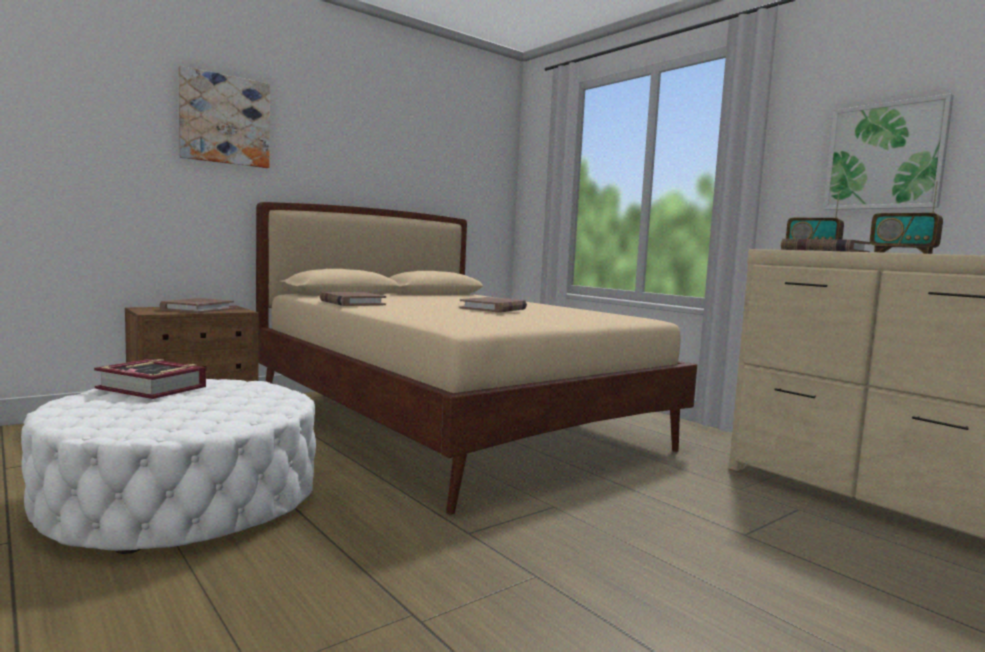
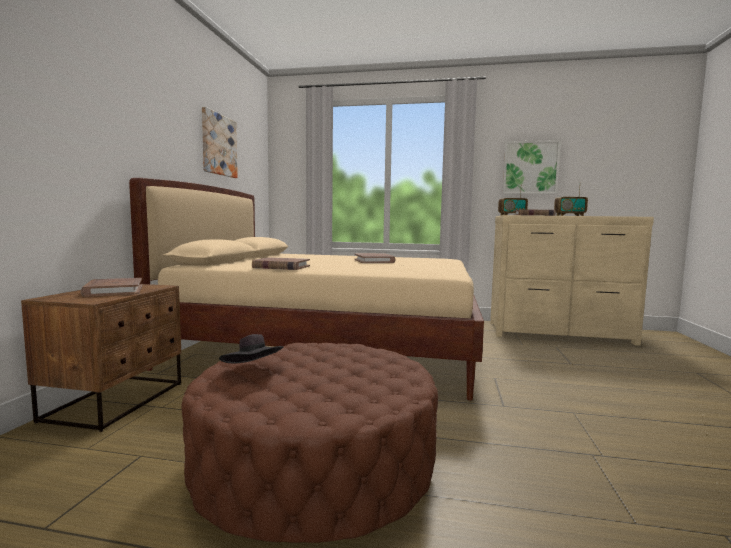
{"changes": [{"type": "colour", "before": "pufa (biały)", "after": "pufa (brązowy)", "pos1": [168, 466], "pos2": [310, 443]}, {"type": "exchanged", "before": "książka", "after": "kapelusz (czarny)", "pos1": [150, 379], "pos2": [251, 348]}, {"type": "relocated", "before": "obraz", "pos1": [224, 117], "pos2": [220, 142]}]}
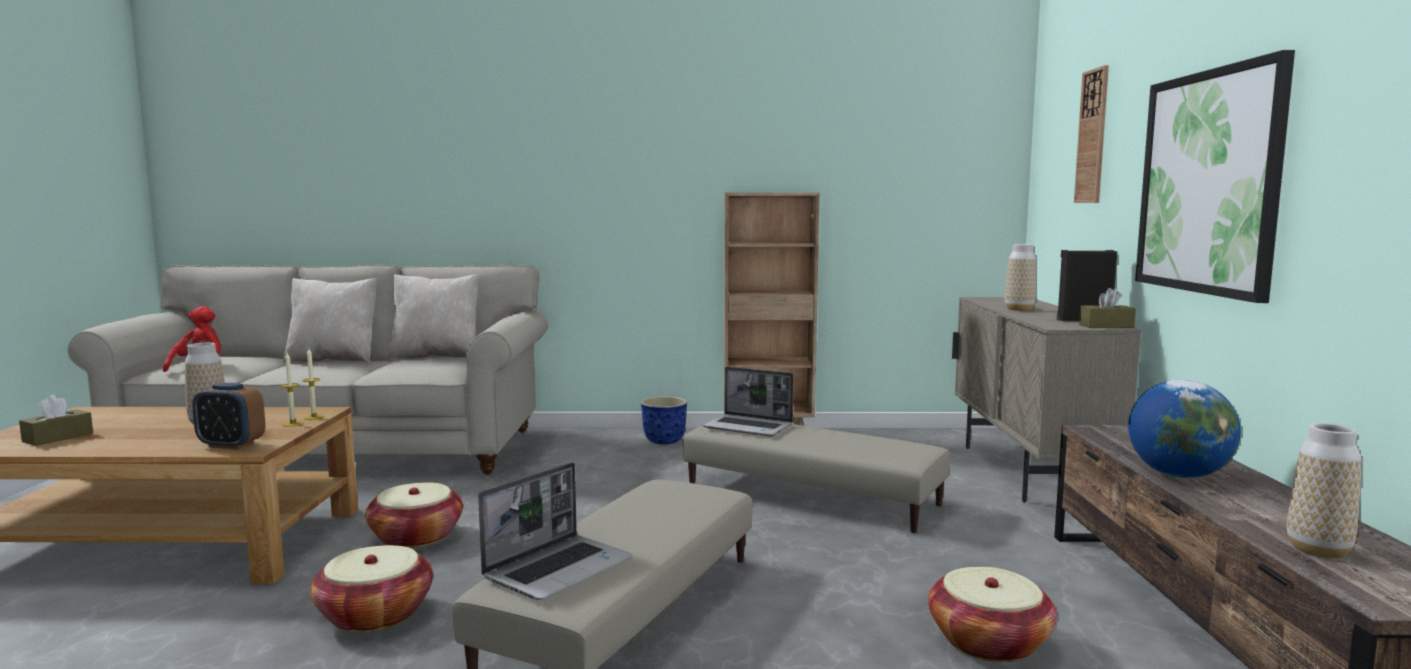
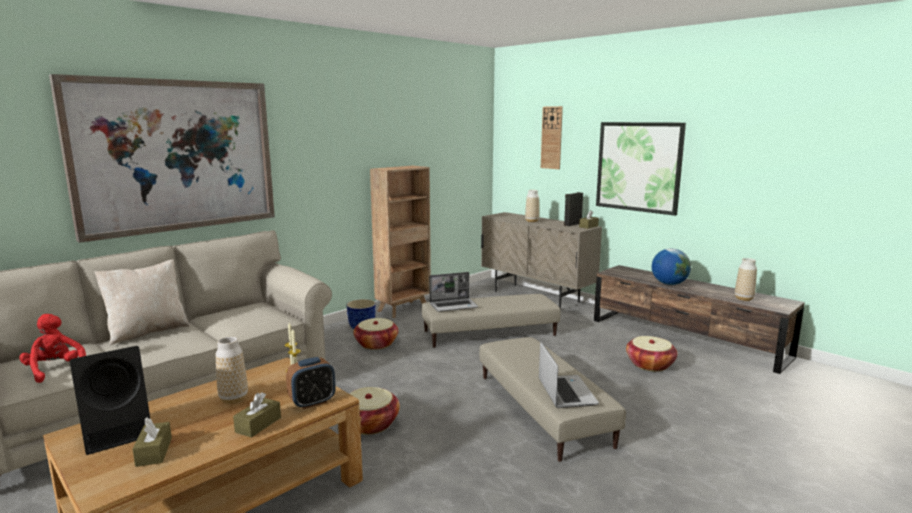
{"changes": [{"type": "relocated", "before": "koszyk", "pos1": [371, 589], "pos2": [375, 334]}, {"type": "missing", "before": "poduszka (beżowy)", "pos1": [433, 316]}, {"type": "appeared", "after": "obraz", "pos2": [162, 158]}, {"type": "appeared", "after": "głośnik (czarny)", "pos2": [110, 400]}, {"type": "appeared", "after": "pudełko chusteczek (brązowy)", "pos2": [257, 415]}]}
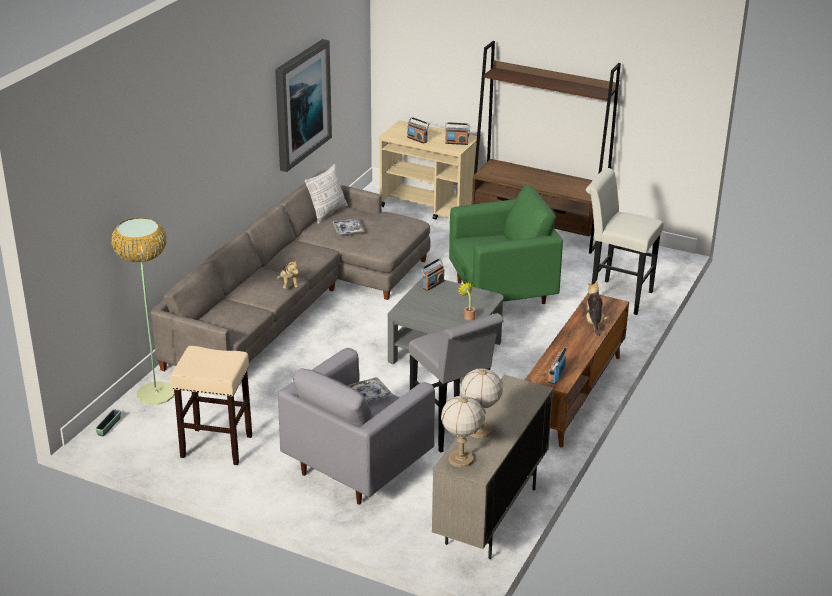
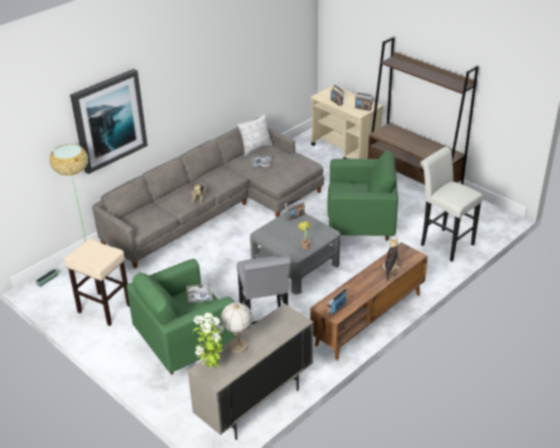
{"changes": [{"type": "relocated", "before": "obraz", "pos1": [303, 105], "pos2": [109, 121]}, {"type": "colour", "before": "fotel (szary)", "after": "fotel (zielony)", "pos1": [356, 426], "pos2": [181, 316]}, {"type": "exchanged", "before": "lampa stołowa", "after": "roślina doniczkowa", "pos1": [463, 431], "pos2": [209, 340]}]}
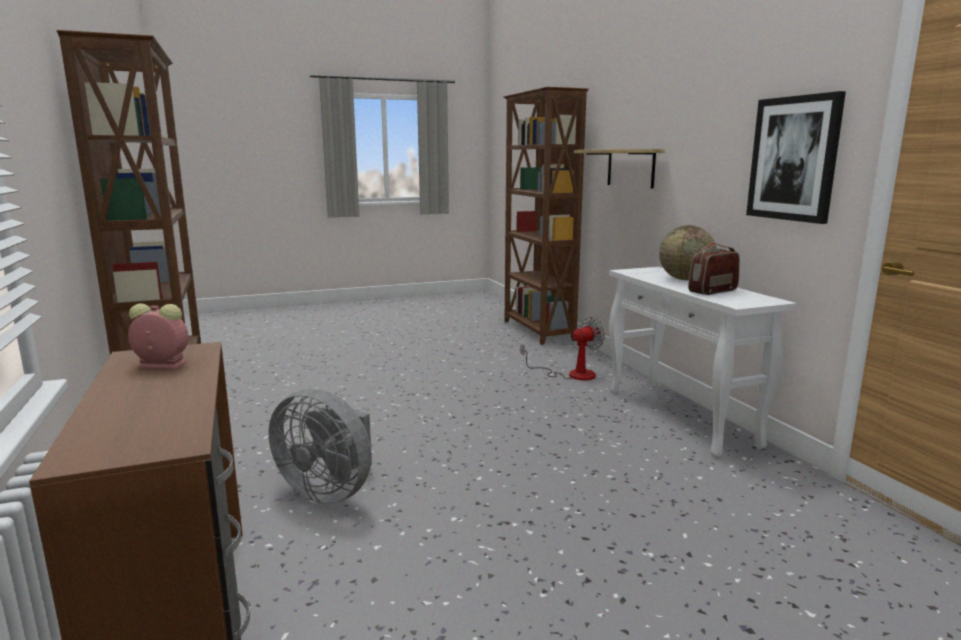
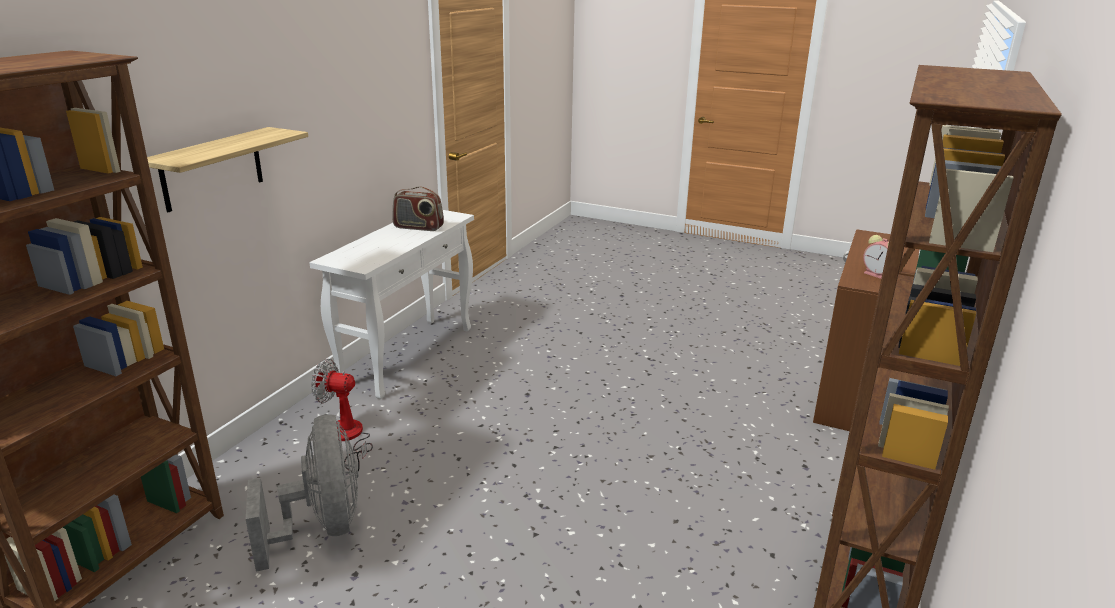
{"changes": [{"type": "relocated", "before": "wentylator (szary)", "pos1": [320, 446], "pos2": [302, 493]}, {"type": "missing", "before": "globus", "pos1": [687, 252]}, {"type": "missing", "before": "obraz", "pos1": [796, 157]}]}
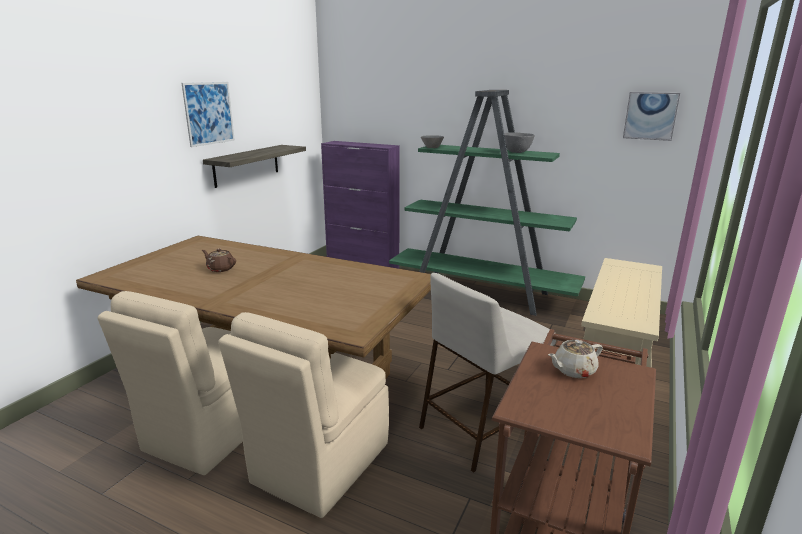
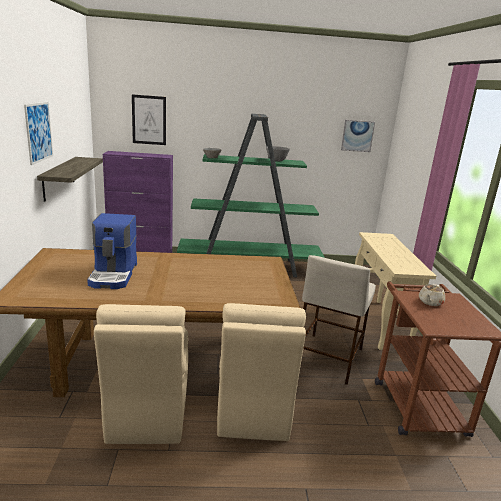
{"changes": [{"type": "exchanged", "before": "imbryk (brązowy)", "after": "ekspres do kawy", "pos1": [219, 260], "pos2": [112, 251]}, {"type": "appeared", "after": "obraz", "pos2": [149, 120]}]}
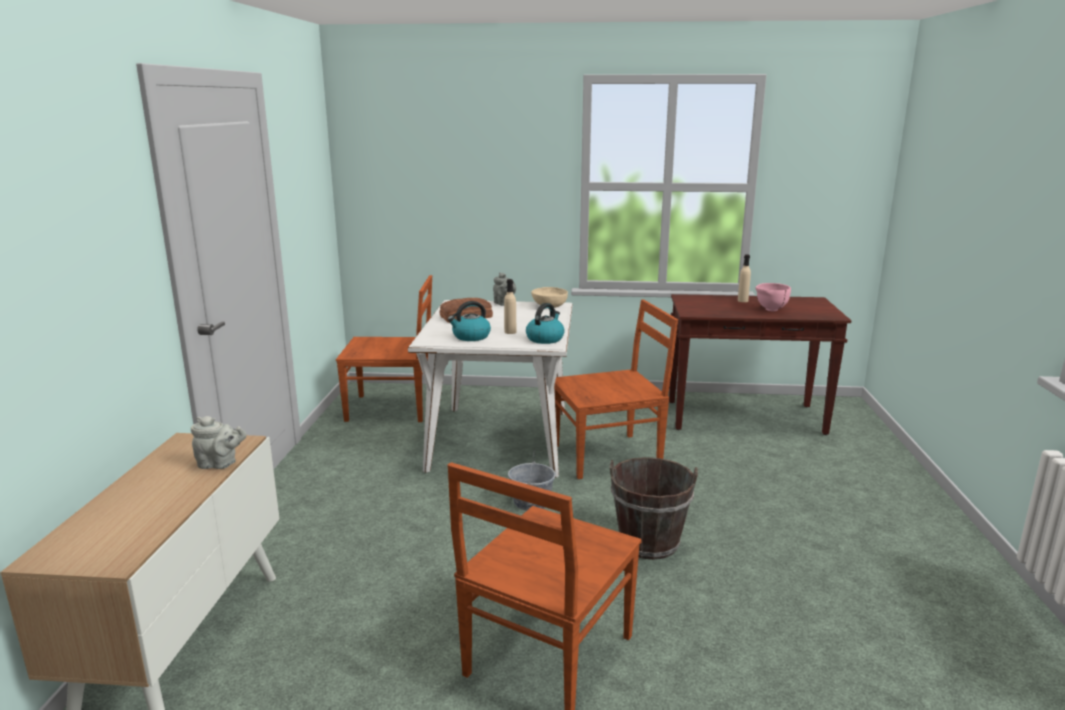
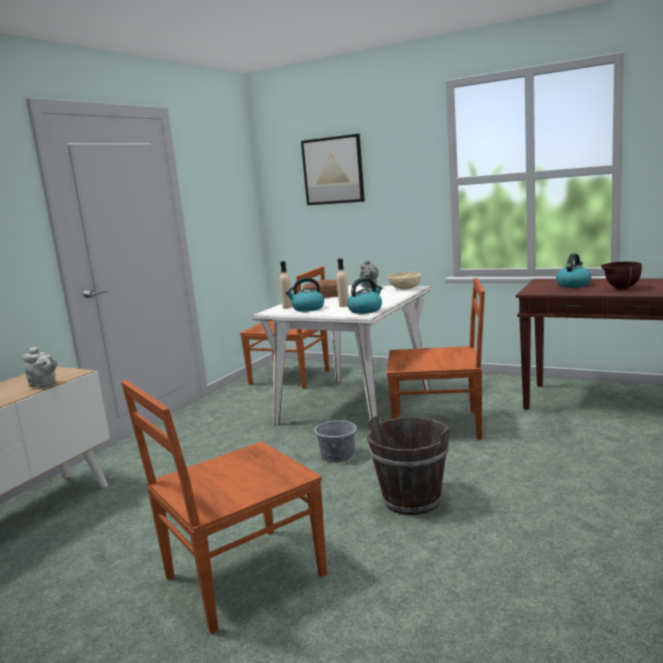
{"changes": [{"type": "relocated", "before": "butelka (beżowy)", "pos1": [744, 278], "pos2": [286, 285]}, {"type": "colour", "before": "miska (różowy)", "after": "miska (brązowy)", "pos1": [773, 297], "pos2": [621, 276]}, {"type": "appeared", "after": "obraz", "pos2": [333, 169]}, {"type": "appeared", "after": "czajnik", "pos2": [574, 270]}]}
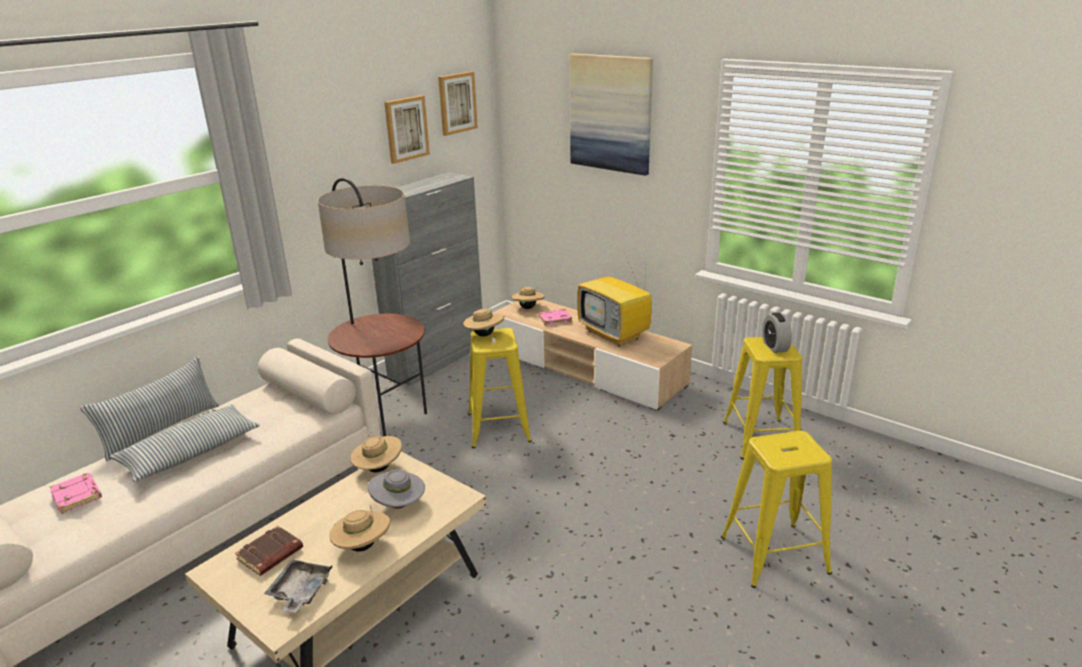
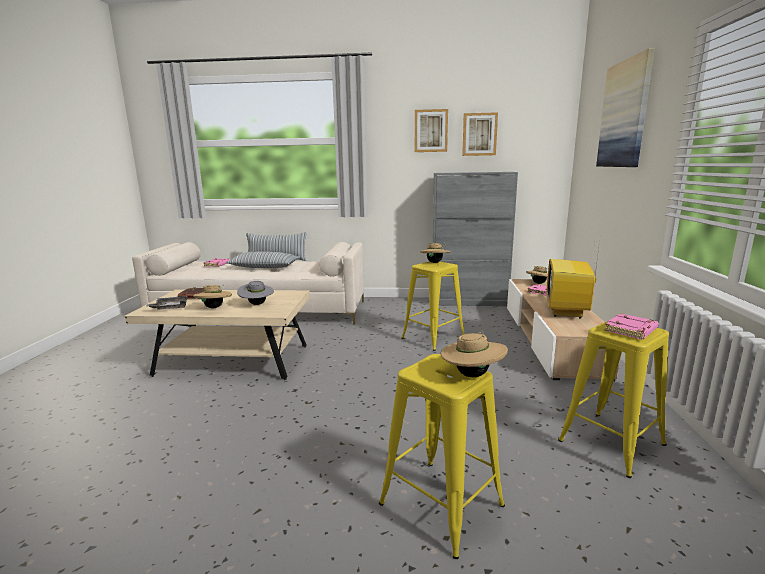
{"changes": [{"type": "missing", "before": "lampa stojąca", "pos1": [372, 307]}, {"type": "relocated", "before": "kapelusz (beżowy)", "pos1": [376, 452], "pos2": [474, 353]}, {"type": "relocated", "before": "obraz", "pos1": [458, 104], "pos2": [431, 130]}, {"type": "exchanged", "before": "budzik", "after": "książka (różowy)", "pos1": [777, 333], "pos2": [631, 326]}]}
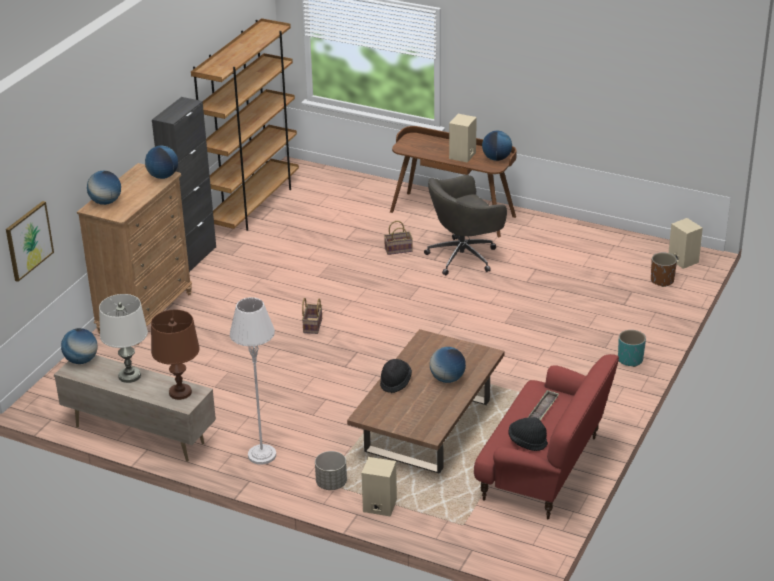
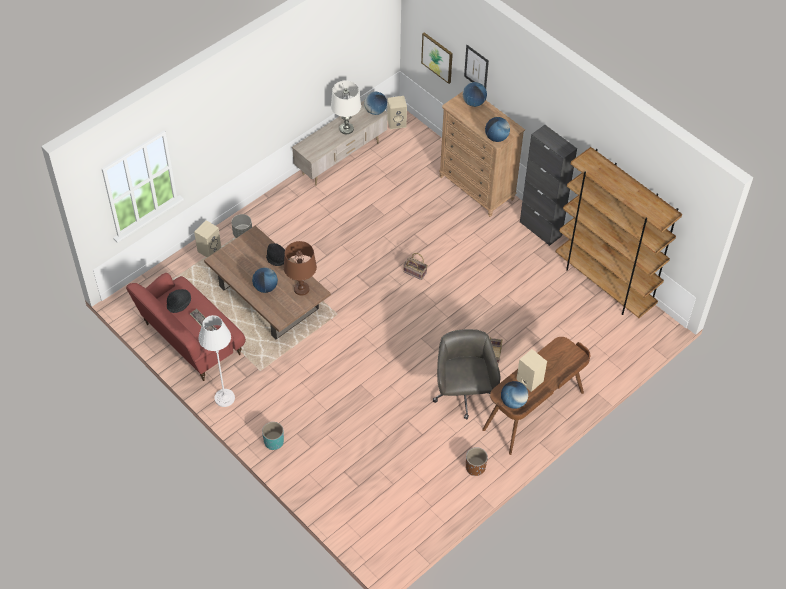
{"changes": [{"type": "relocated", "before": "lampa stołowa (brązowy)", "pos1": [175, 355], "pos2": [300, 268]}, {"type": "relocated", "before": "lampa stojąca (biały)", "pos1": [253, 381], "pos2": [216, 361]}, {"type": "relocated", "before": "donica (brązowy)", "pos1": [664, 270], "pos2": [477, 461]}, {"type": "relocated", "before": "głośnik (beżowy)", "pos1": [686, 243], "pos2": [397, 112]}, {"type": "appeared", "after": "obraz", "pos2": [476, 66]}]}
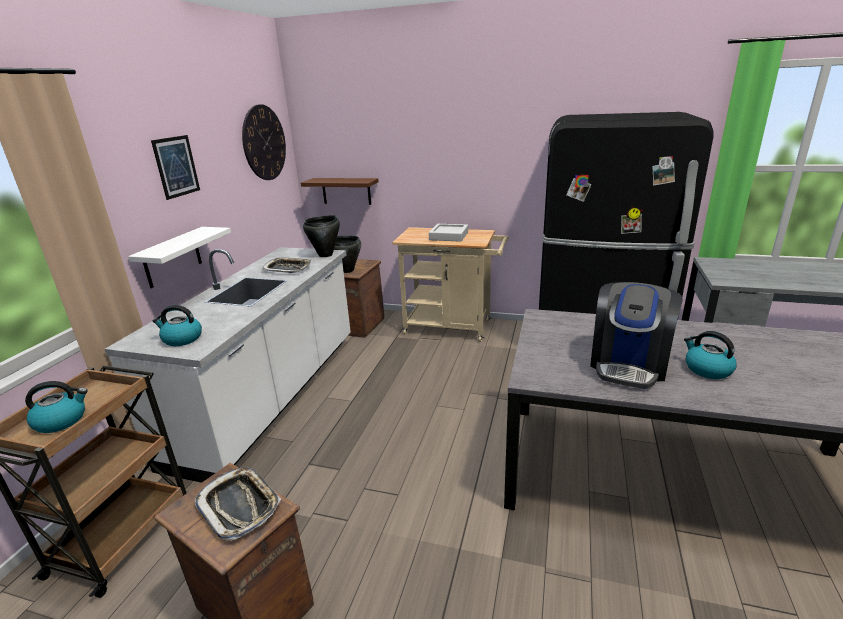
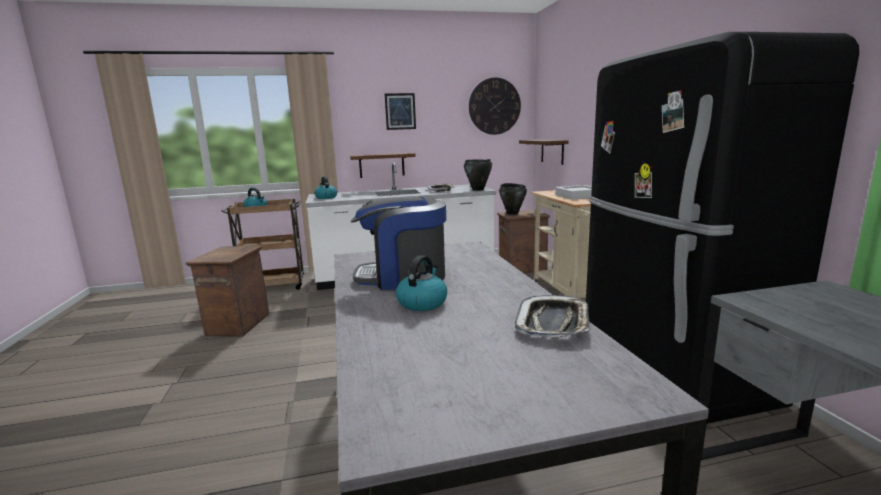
{"changes": [{"type": "colour", "before": "półka (biały)", "after": "półka (brązowy)", "pos1": [179, 257], "pos2": [383, 165]}, {"type": "relocated", "before": "taca", "pos1": [237, 504], "pos2": [552, 316]}]}
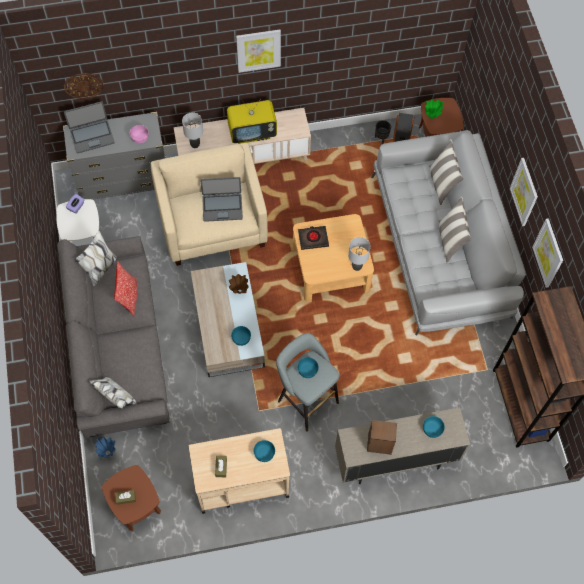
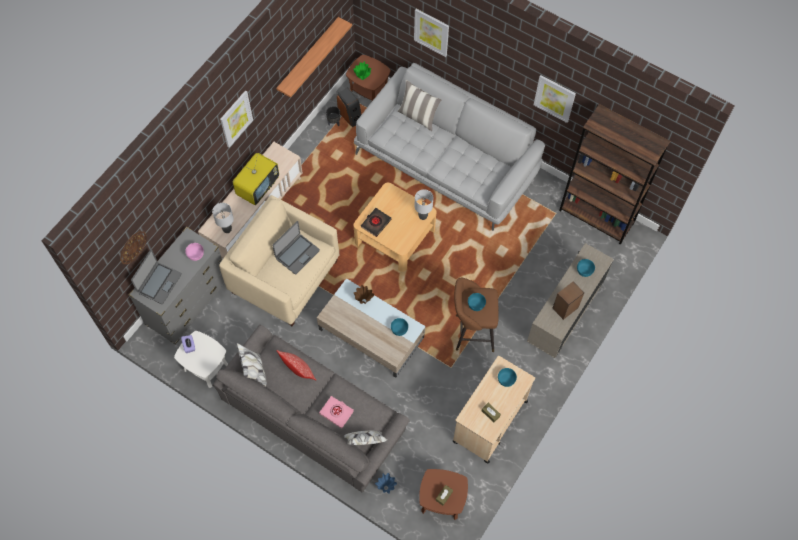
{"changes": [{"type": "colour", "before": "stołek (szary)", "after": "stołek (brązowy)", "pos1": [307, 382], "pos2": [476, 315]}, {"type": "missing", "before": "poduszka", "pos1": [455, 230]}, {"type": "relocated", "before": "obraz", "pos1": [524, 192], "pos2": [431, 33]}, {"type": "appeared", "after": "półka", "pos2": [314, 57]}, {"type": "appeared", "after": "książka (różowy)", "pos2": [336, 412]}]}
